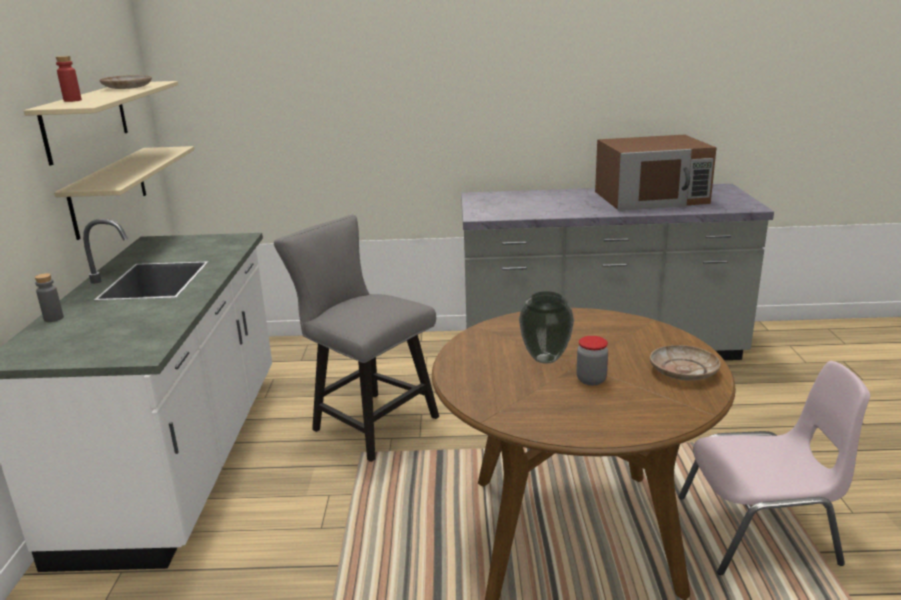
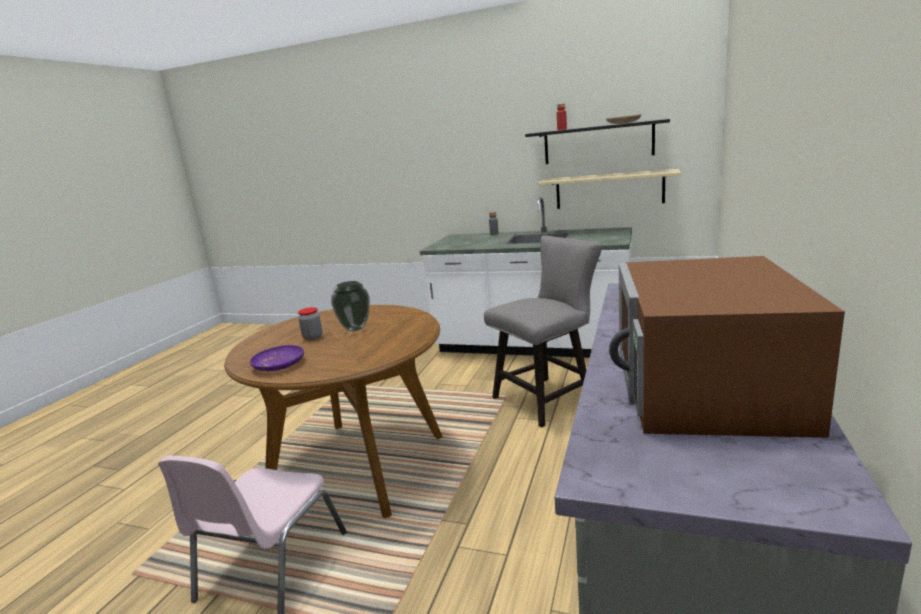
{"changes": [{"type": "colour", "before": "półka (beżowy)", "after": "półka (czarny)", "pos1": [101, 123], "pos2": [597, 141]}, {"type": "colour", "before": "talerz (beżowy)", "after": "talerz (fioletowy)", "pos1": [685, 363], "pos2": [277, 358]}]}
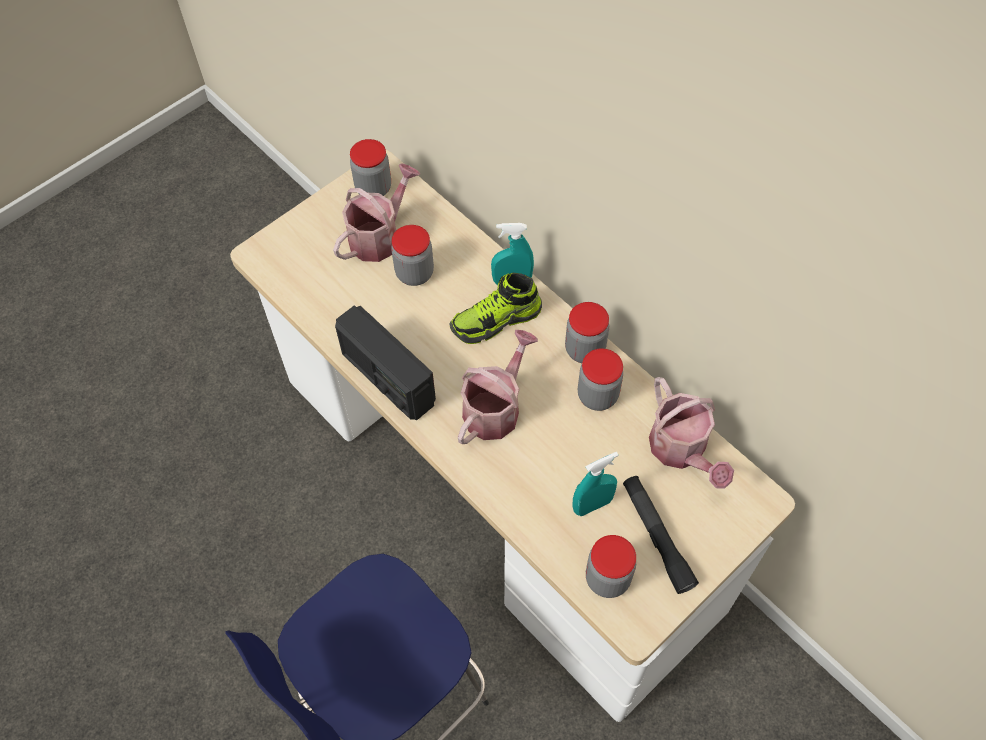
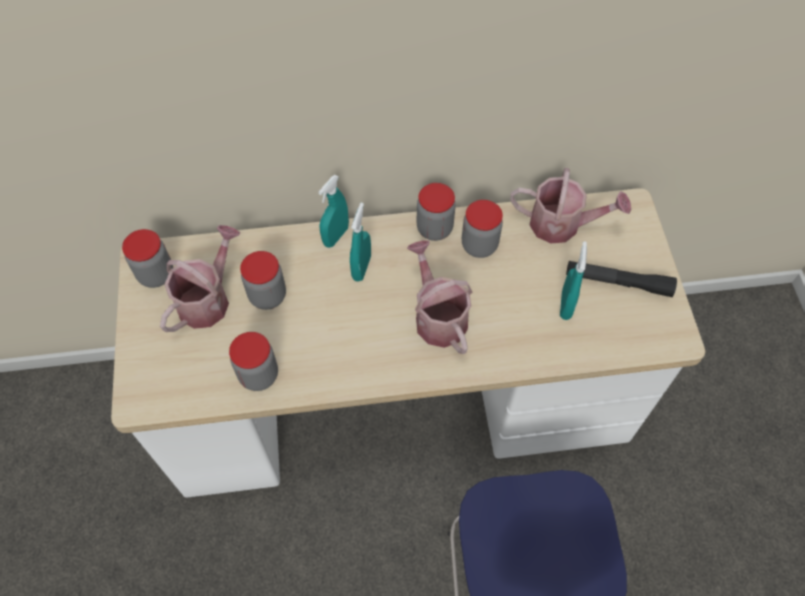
{"changes": [{"type": "spun", "before": "konewka", "pos1": [376, 212], "pos2": [200, 278], "turn": 45}, {"type": "missing", "before": "radio", "pos1": [385, 363]}, {"type": "exchanged", "before": "but", "after": "spryskiwacz (turkusowy)", "pos1": [496, 308], "pos2": [360, 242]}, {"type": "relocated", "before": "słoik", "pos1": [611, 566], "pos2": [253, 361]}]}
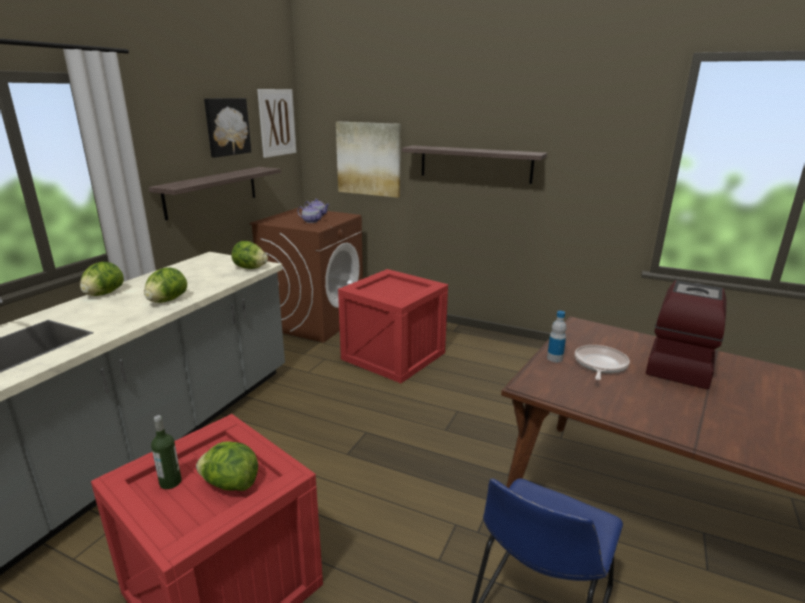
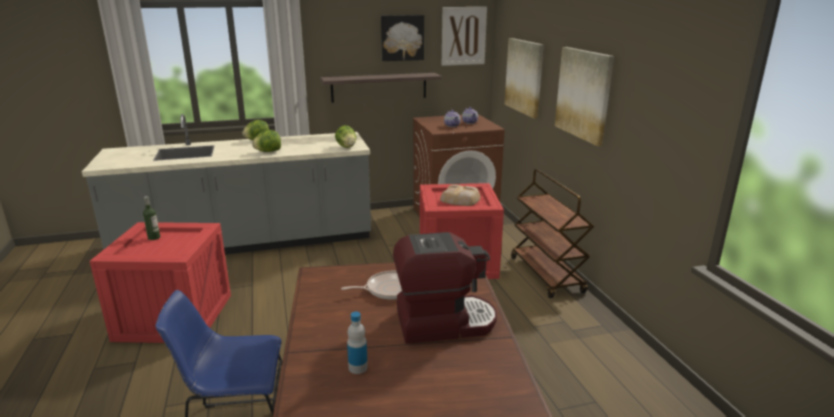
{"changes": [{"type": "missing", "before": "sałata", "pos1": [227, 466]}, {"type": "exchanged", "before": "półka", "after": "obraz", "pos1": [474, 164], "pos2": [584, 96]}, {"type": "relocated", "before": "butelka", "pos1": [557, 336], "pos2": [357, 343]}, {"type": "appeared", "after": "chleb", "pos2": [460, 195]}, {"type": "appeared", "after": "wózek (brązowy)", "pos2": [552, 233]}]}
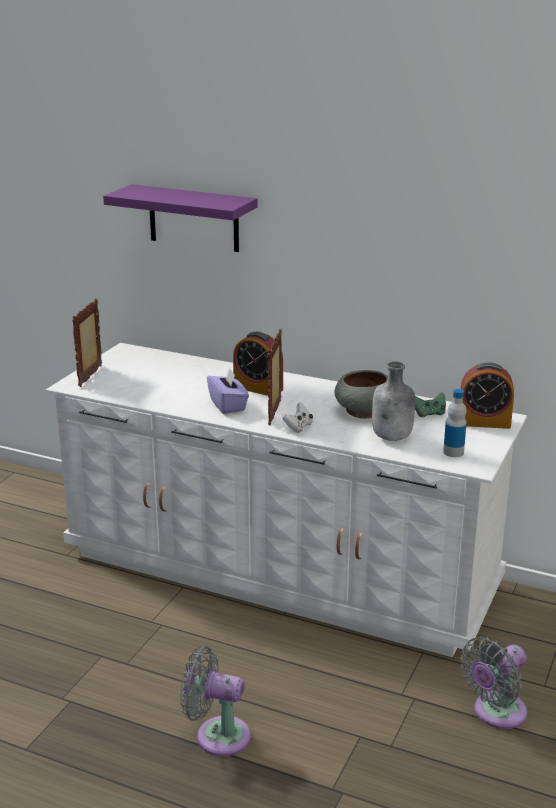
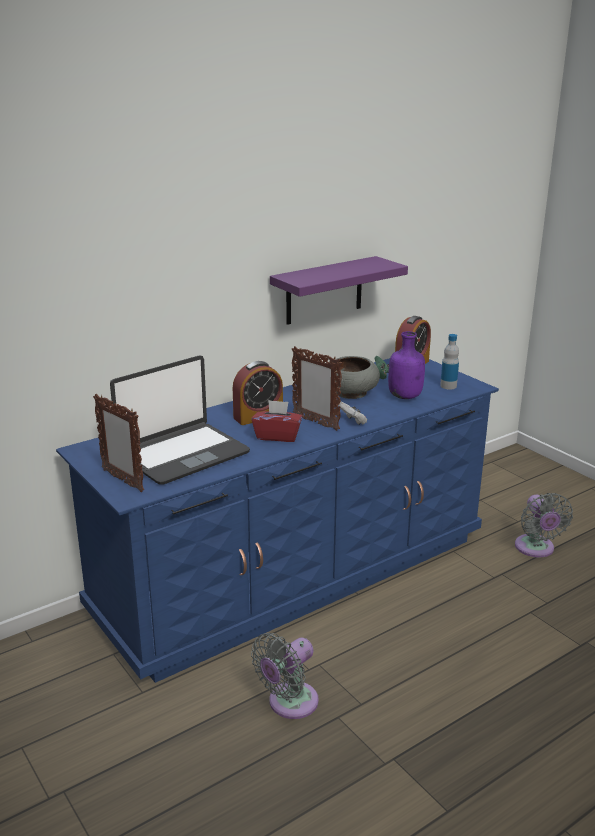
{"changes": [{"type": "colour", "before": "komoda (biały)", "after": "komoda (niebieski)", "pos1": [286, 500], "pos2": [277, 520]}, {"type": "relocated", "before": "półka (fioletowy)", "pos1": [180, 218], "pos2": [339, 290]}, {"type": "relocated", "before": "wentylator (szary)", "pos1": [215, 701], "pos2": [285, 676]}, {"type": "colour", "before": "pudełko chusteczek (fioletowy)", "after": "pudełko chusteczek (czerwony)", "pos1": [228, 391], "pos2": [277, 421]}, {"type": "colour", "before": "butelka (szary)", "after": "butelka (fioletowy)", "pos1": [393, 401], "pos2": [406, 365]}, {"type": "appeared", "after": "laptop", "pos2": [180, 420]}]}
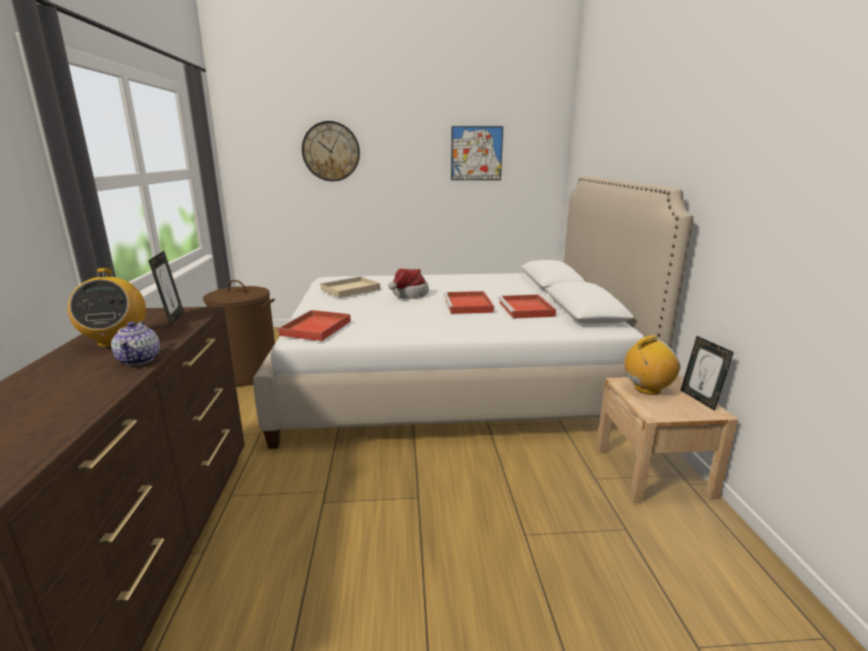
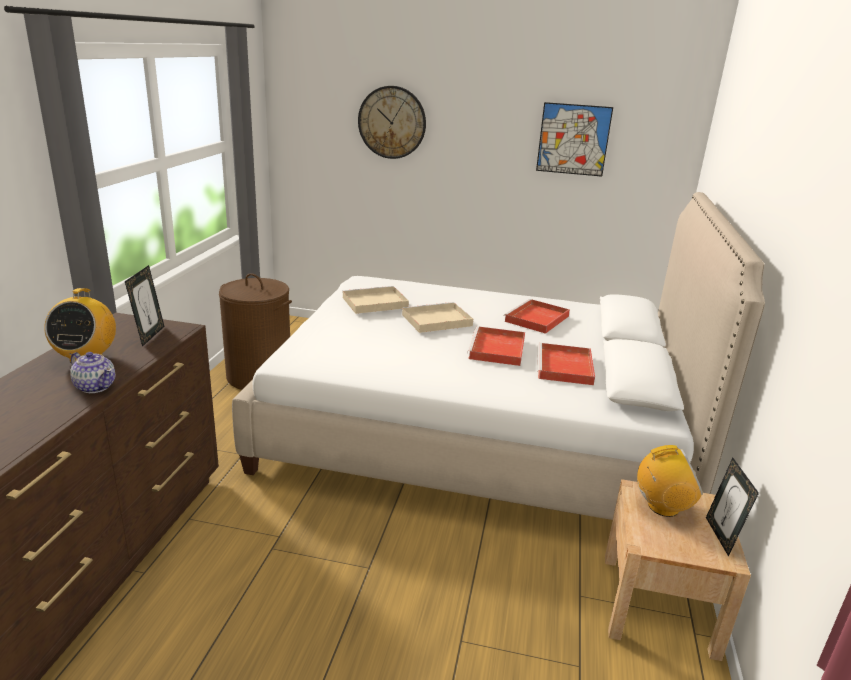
{"changes": [{"type": "spun", "before": "imbryk", "pos1": [135, 343], "pos2": [92, 372], "turn": -60}, {"type": "relocated", "before": "taca (czerwony)", "pos1": [314, 325], "pos2": [537, 316]}, {"type": "exchanged", "before": "kapelusz", "after": "taca (beżowy)", "pos1": [408, 284], "pos2": [437, 317]}]}
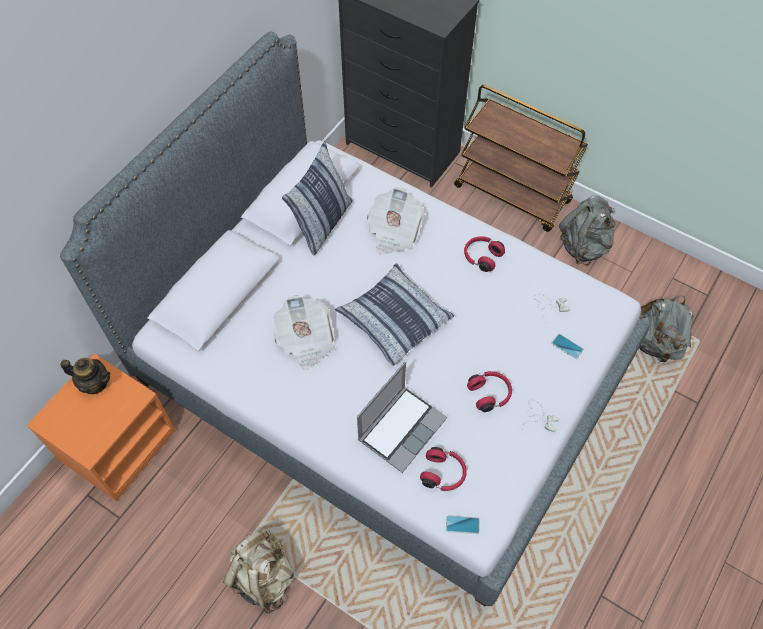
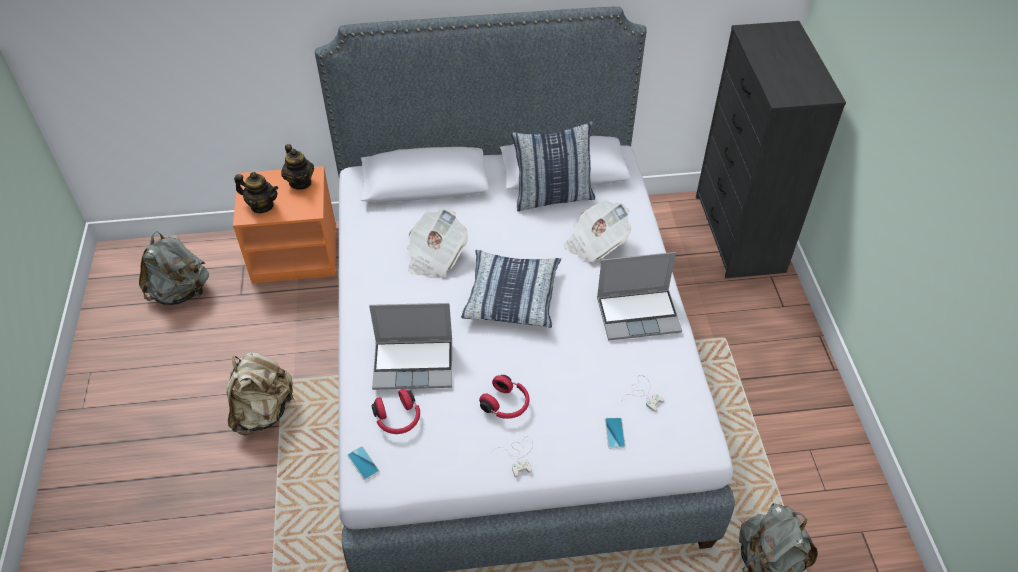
{"changes": [{"type": "missing", "before": "wózek (brązowy)", "pos1": [521, 158]}, {"type": "exchanged", "before": "słuchawki (czerwony)", "after": "laptop", "pos1": [484, 254], "pos2": [639, 296]}, {"type": "relocated", "before": "plecak (szary)", "pos1": [587, 230], "pos2": [174, 268]}, {"type": "appeared", "after": "imbryk", "pos2": [256, 192]}]}
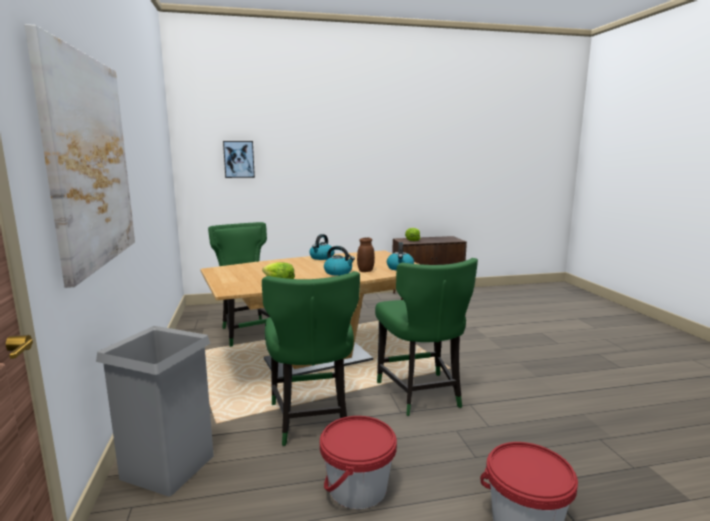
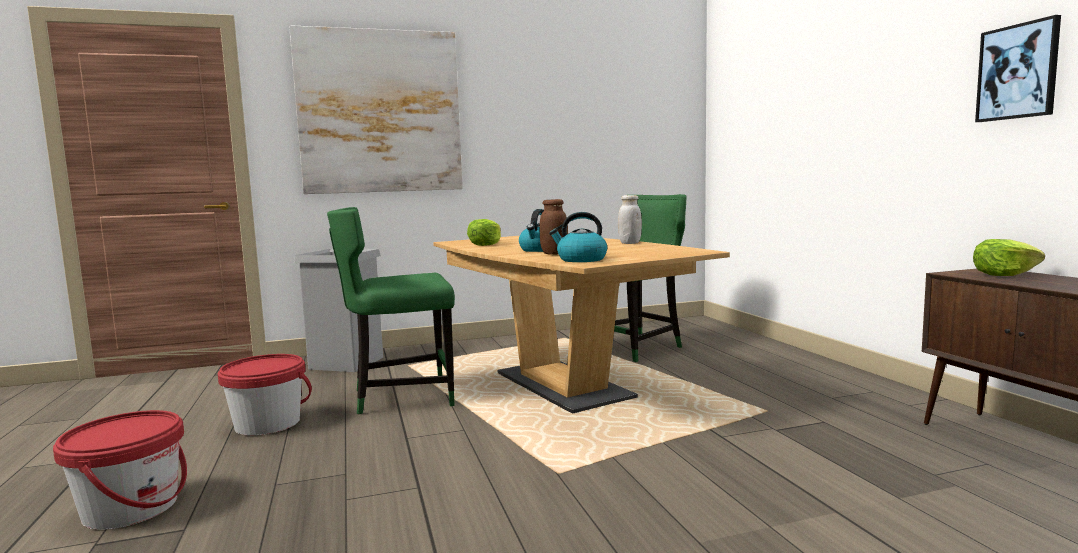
{"changes": [{"type": "relocated", "before": "obraz", "pos1": [239, 159], "pos2": [1018, 68]}, {"type": "exchanged", "before": "czajnik", "after": "słoik (biały)", "pos1": [322, 247], "pos2": [630, 219]}, {"type": "missing", "before": "krzesło (zielony)", "pos1": [426, 337]}]}
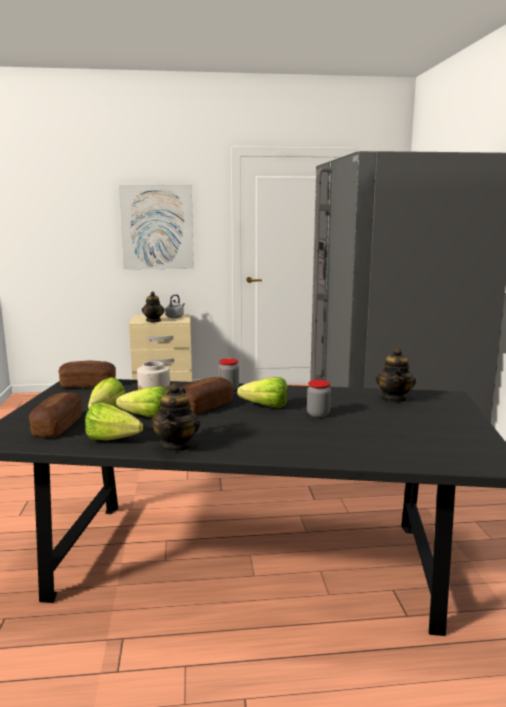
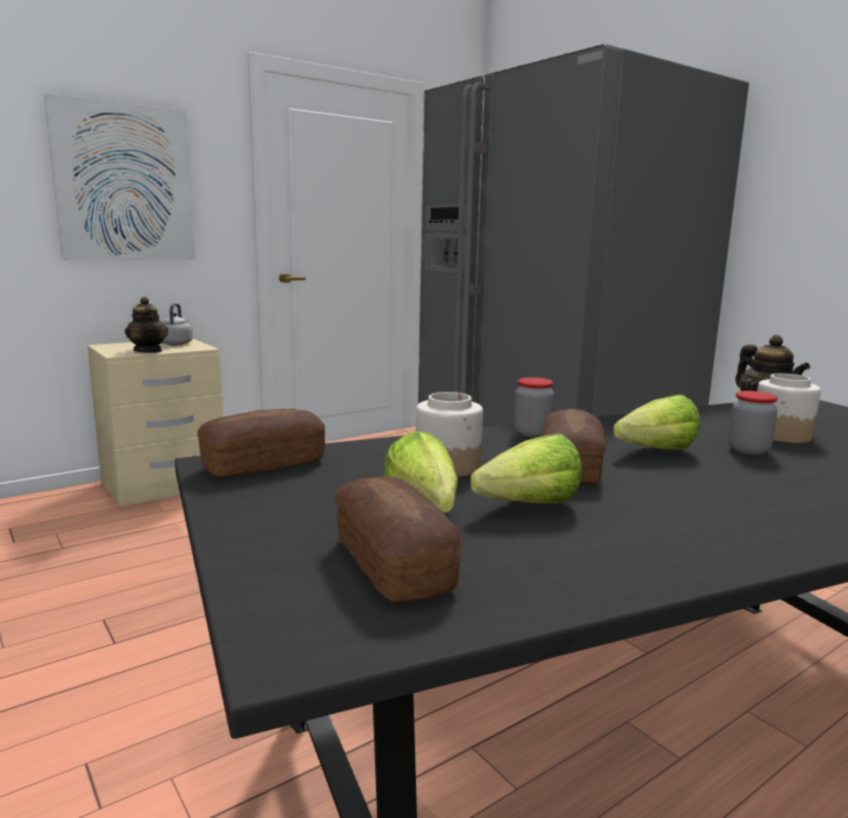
{"changes": [{"type": "missing", "before": "sałata", "pos1": [114, 422]}, {"type": "missing", "before": "imbryk", "pos1": [175, 417]}, {"type": "appeared", "after": "słoik", "pos2": [789, 408]}]}
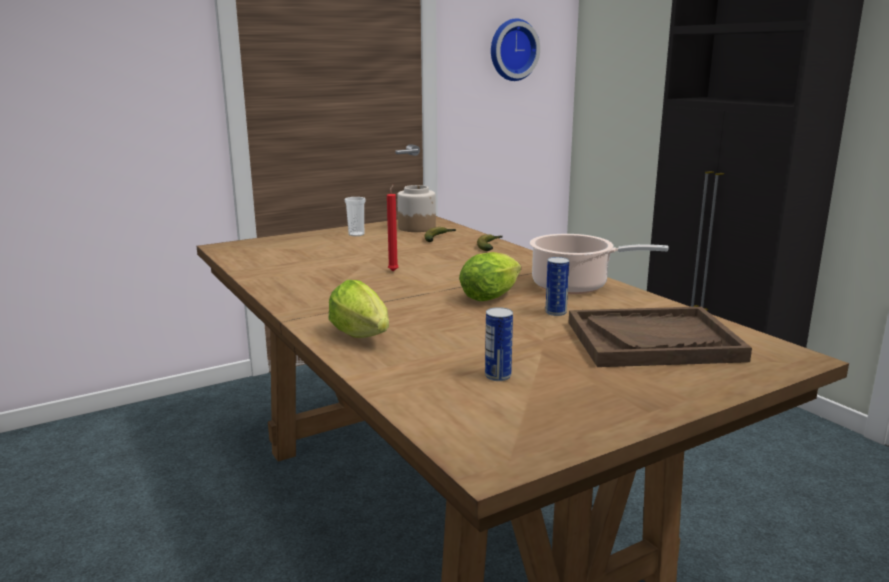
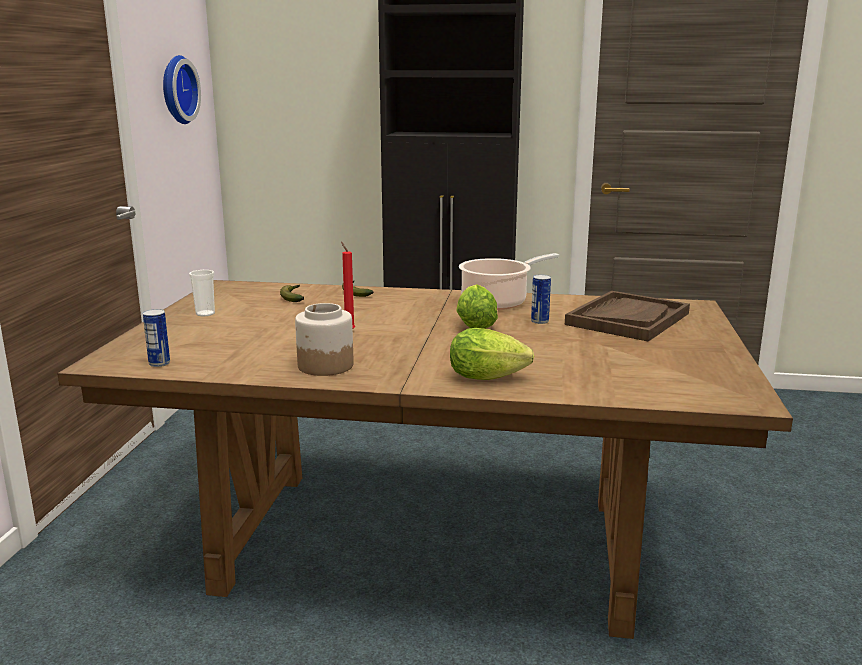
{"changes": [{"type": "relocated", "before": "słoik", "pos1": [416, 208], "pos2": [324, 339]}, {"type": "relocated", "before": "puszka", "pos1": [499, 344], "pos2": [156, 338]}]}
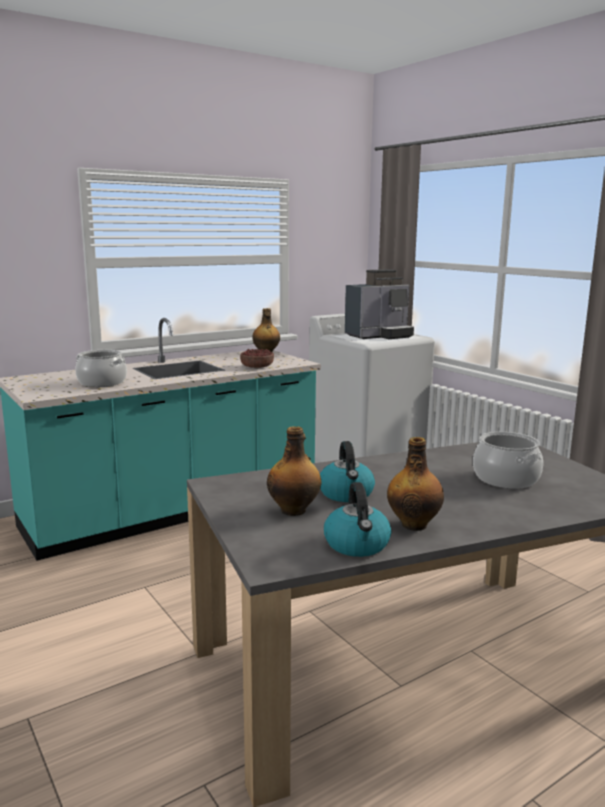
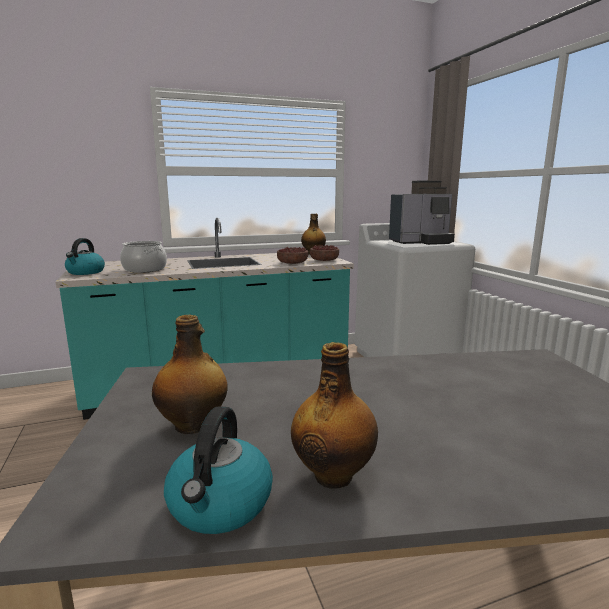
{"changes": [{"type": "relocated", "before": "czajnik", "pos1": [347, 471], "pos2": [85, 256]}, {"type": "missing", "before": "garnek", "pos1": [508, 460]}, {"type": "appeared", "after": "miska", "pos2": [324, 253]}]}
